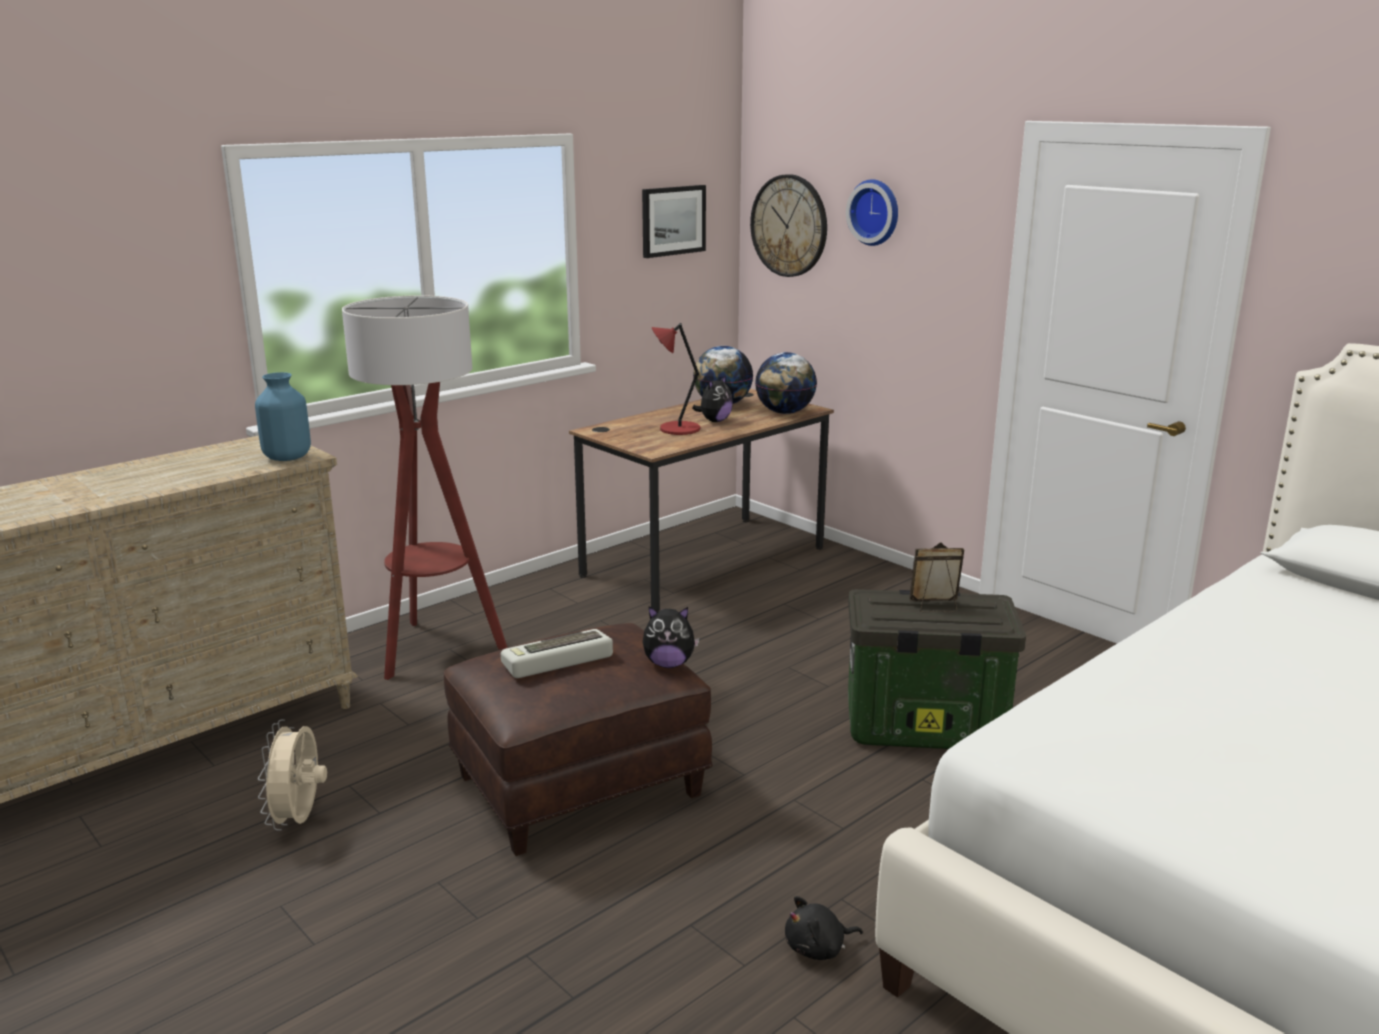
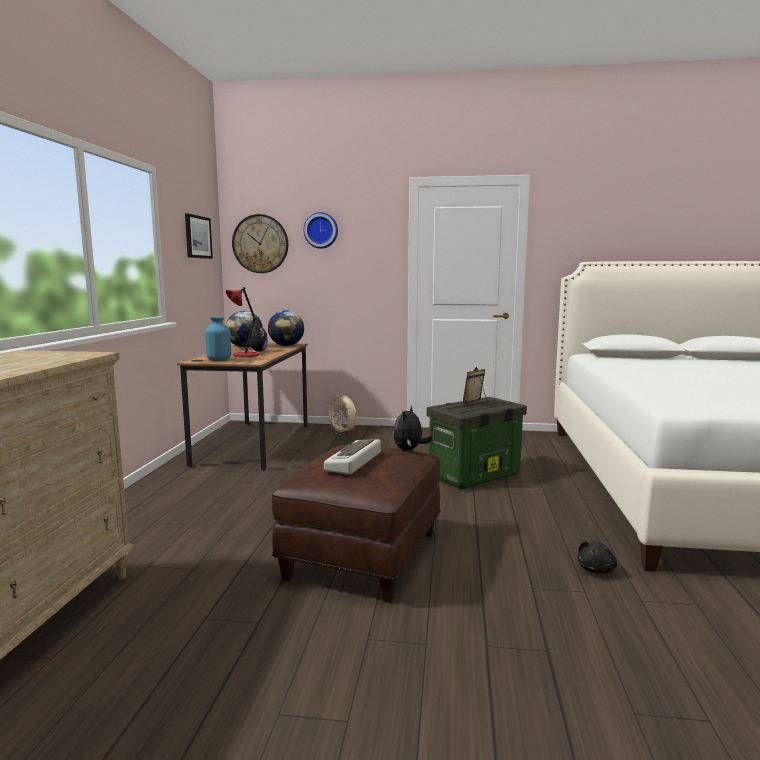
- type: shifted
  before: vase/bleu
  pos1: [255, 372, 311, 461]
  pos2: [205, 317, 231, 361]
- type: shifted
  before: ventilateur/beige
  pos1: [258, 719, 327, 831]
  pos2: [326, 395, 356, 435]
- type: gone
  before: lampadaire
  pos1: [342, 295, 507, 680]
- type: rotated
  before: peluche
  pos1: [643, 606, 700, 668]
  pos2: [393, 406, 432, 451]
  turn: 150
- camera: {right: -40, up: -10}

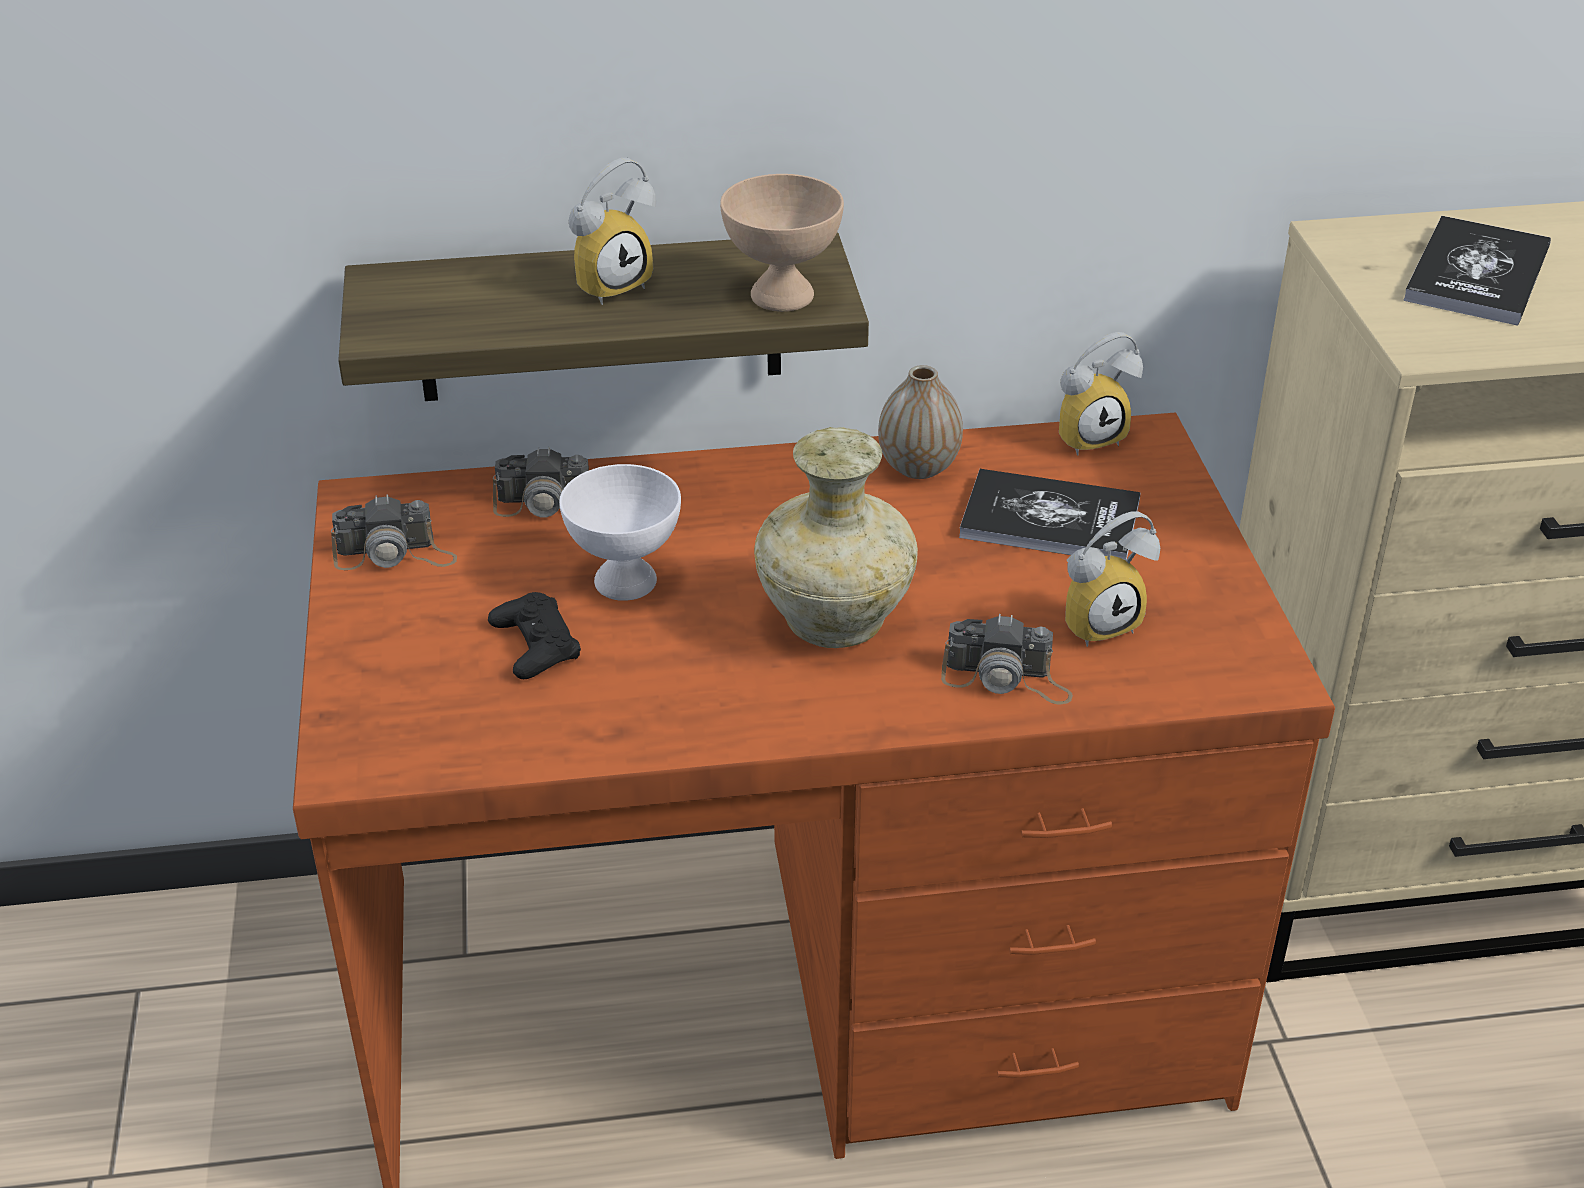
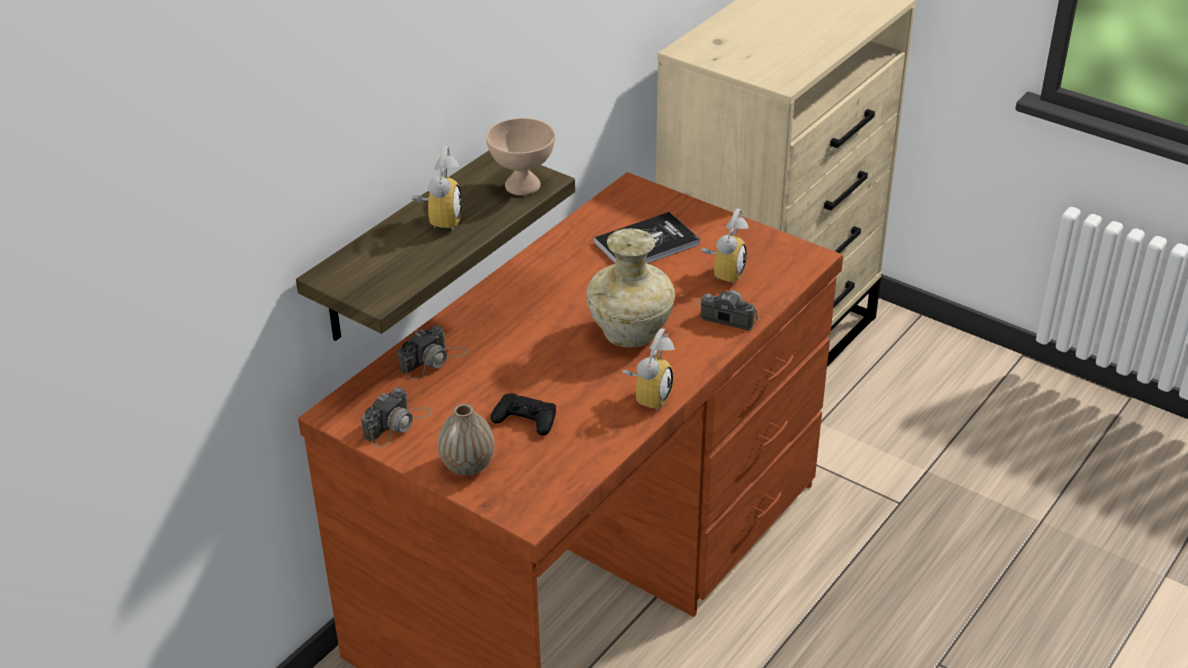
- type: gone
  before: bol/blanc
  pos1: [560, 464, 681, 601]
- type: shifted
  before: vase
  pos1: [878, 365, 963, 479]
  pos2: [438, 404, 494, 476]
- type: rotated
  before: appareil photo
  pos1: [941, 614, 1073, 704]
  pos2: [696, 290, 759, 330]
  turn: -120
- type: shifted
  before: réveil
  pos1: [1059, 332, 1143, 456]
  pos2: [622, 329, 675, 411]
- type: gone
  before: livre
  pos1: [1403, 216, 1551, 326]
- camera: {right: -45, up: 0}

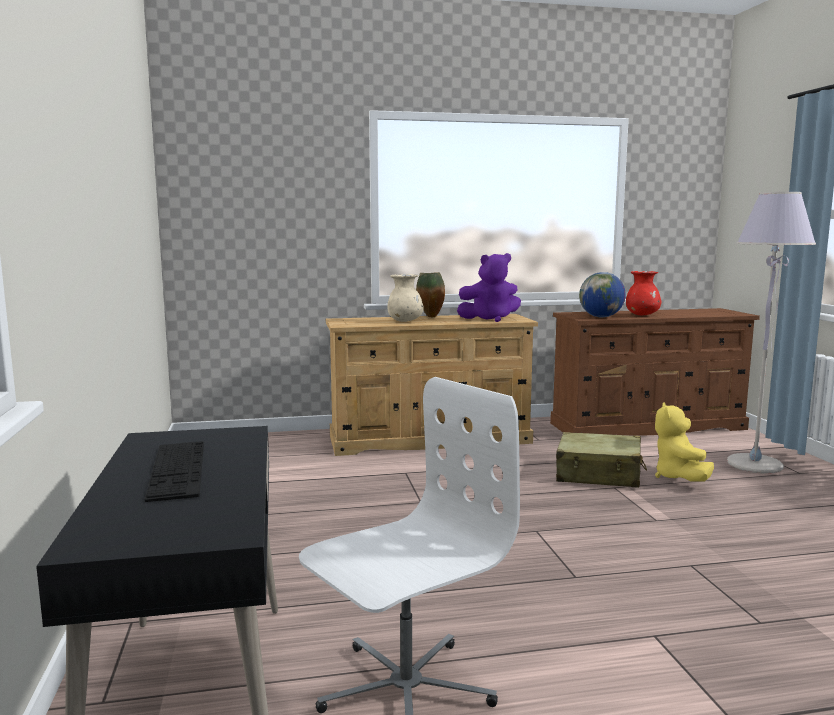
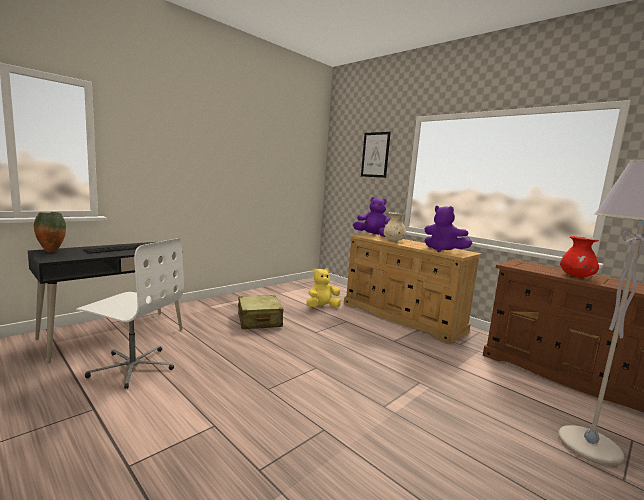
- type: shifted
  before: vase
  pos1: [416, 272, 445, 317]
  pos2: [34, 212, 66, 252]
- type: shifted
  before: valise/beige
  pos1: [556, 432, 647, 488]
  pos2: [237, 295, 283, 329]
- type: gone
  before: globe
  pos1: [579, 272, 626, 317]
- type: shifted
  before: peluche/jaune
  pos1: [655, 402, 714, 482]
  pos2: [306, 268, 341, 307]
- type: new
  after: peluche/violet
  pos2: [353, 197, 390, 237]
- type: new
  after: tableau
  pos2: [361, 132, 391, 178]
- camera: {right: 55, up: 0}

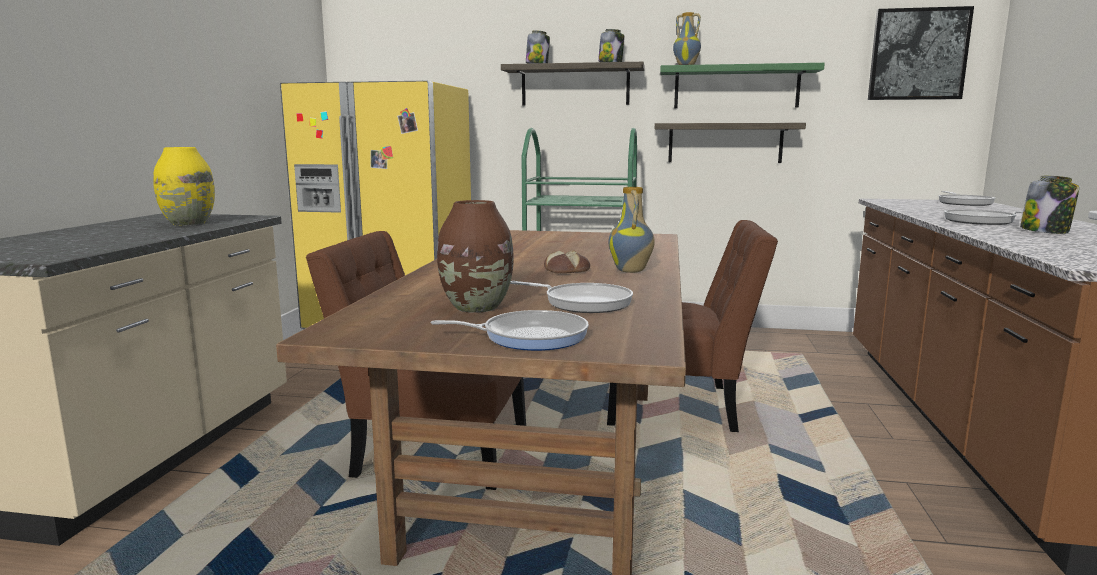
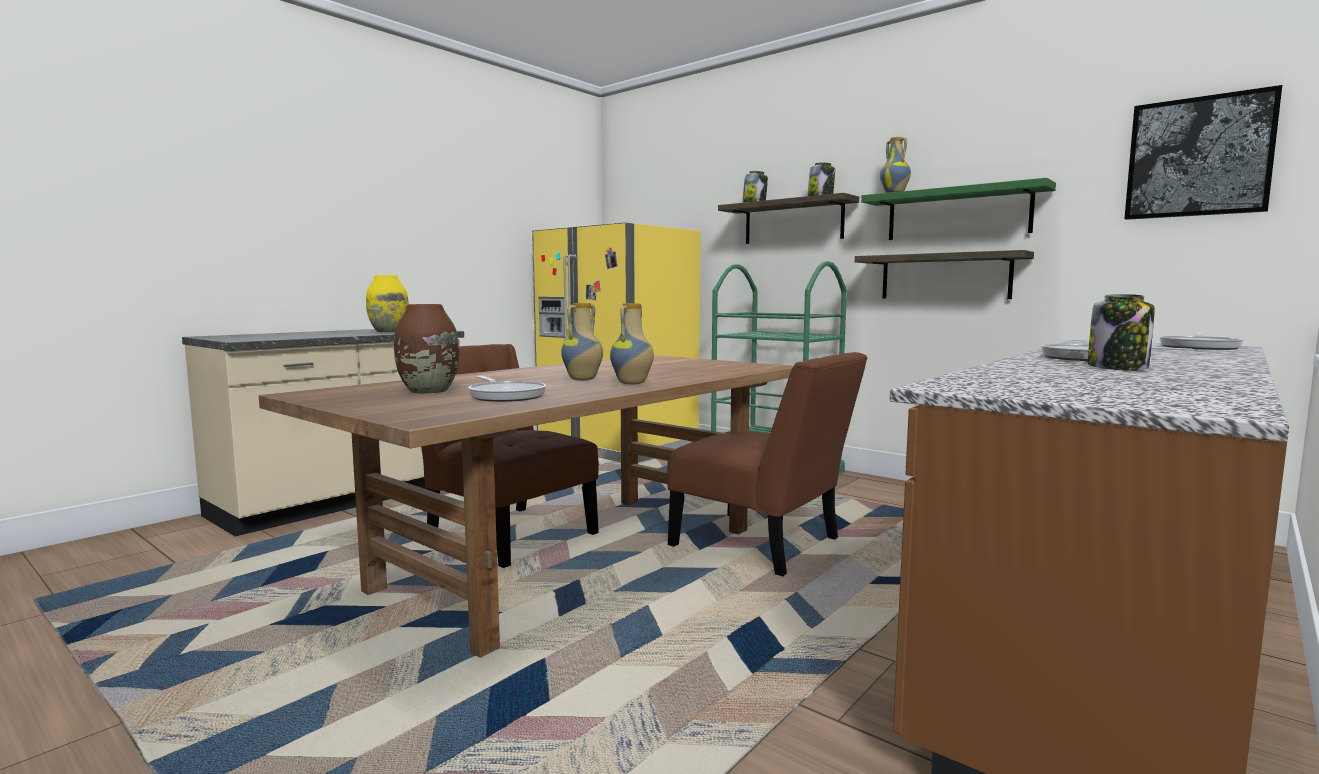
- type: gone
  before: poêle
  pos1: [431, 310, 589, 351]
- type: swapped
  before: pain
  after: vase
  pos1: [544, 250, 590, 273]
  pos2: [561, 303, 603, 380]
- camera: {right: 30, up: -5}

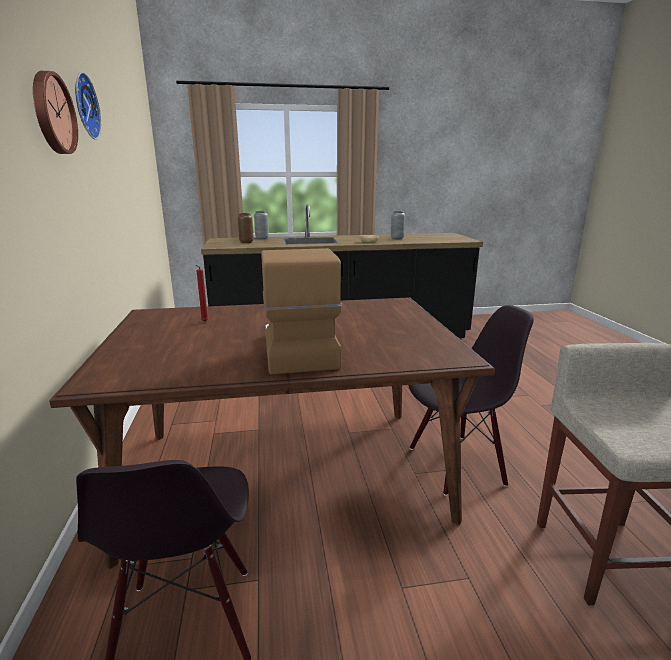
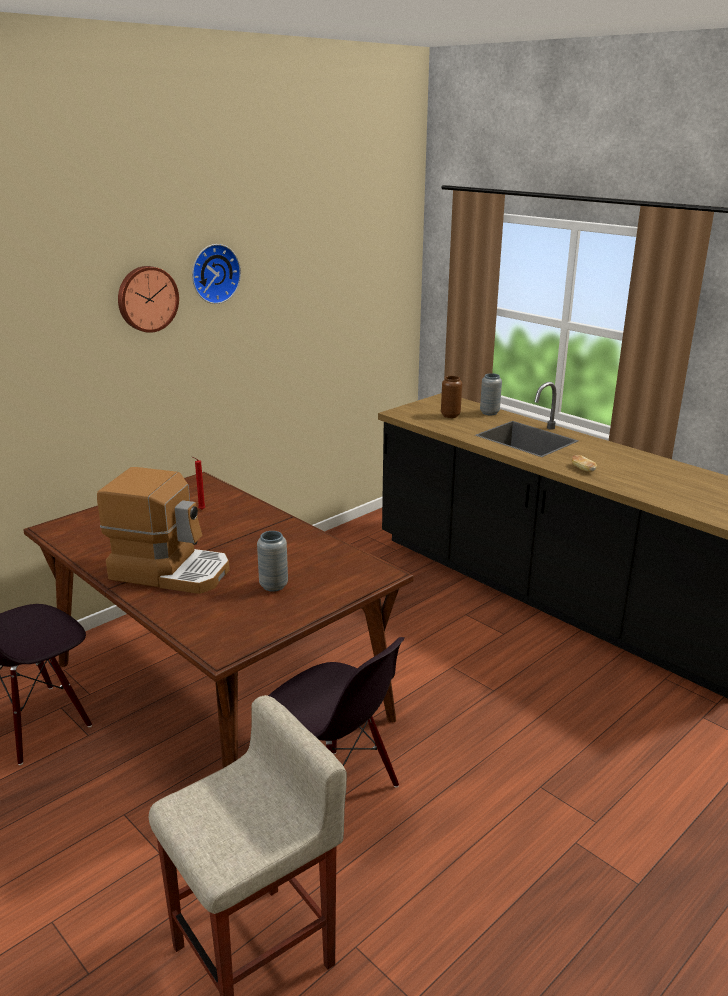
- type: rotated
  before: machine à café
  pos1: [261, 248, 342, 375]
  pos2: [97, 467, 230, 594]
  turn: 60
- type: shifted
  before: vase/gris
  pos1: [391, 211, 405, 239]
  pos2: [257, 531, 288, 592]
- camera: {right: 55, up: 5}

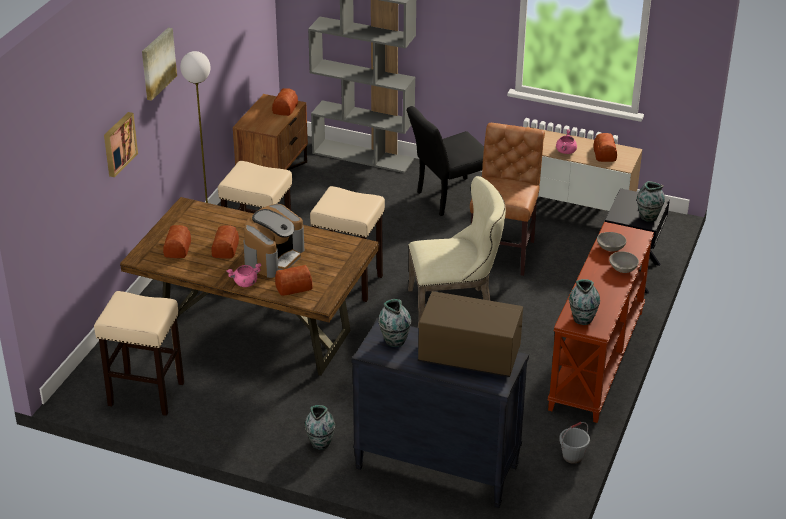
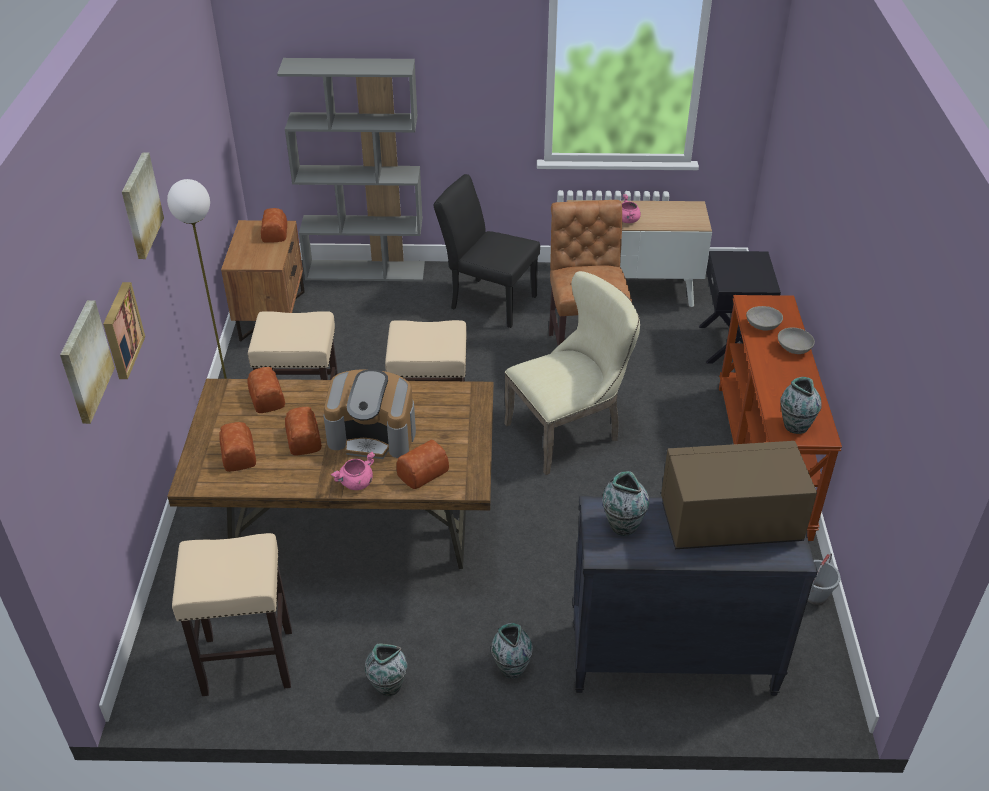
- type: rotated
  before: machine à café
  pos1: [244, 204, 304, 278]
  pos2: [324, 369, 416, 459]
  turn: 90
- type: rotated
  before: chaise/noir
  pos1: [407, 106, 484, 216]
  pos2: [434, 174, 540, 328]
  turn: 75
- type: shifted
  before: pain
  pos1: [593, 133, 617, 162]
  pos2: [247, 367, 285, 413]
- type: shifted
  before: vase
  pos1: [637, 181, 665, 222]
  pos2: [365, 643, 407, 696]
- type: new
  after: tableau
  pos2: [60, 300, 115, 424]
- camera: {right: -20, up: 5}

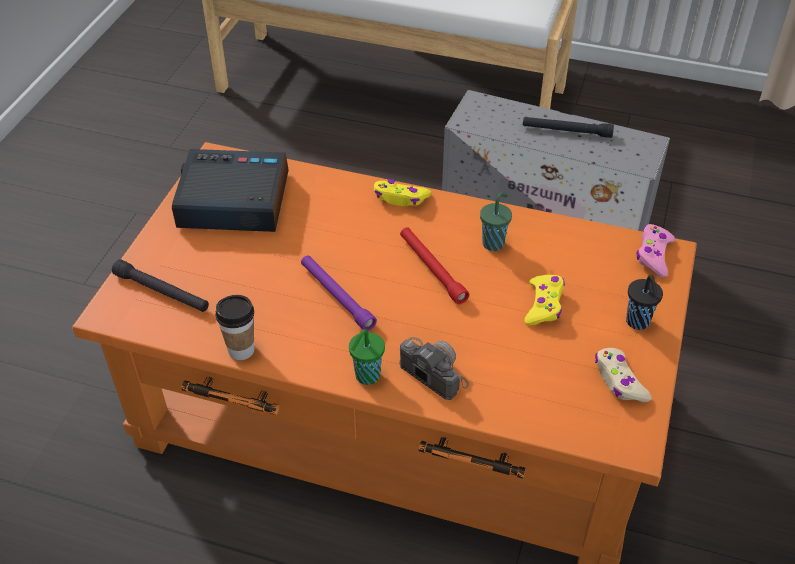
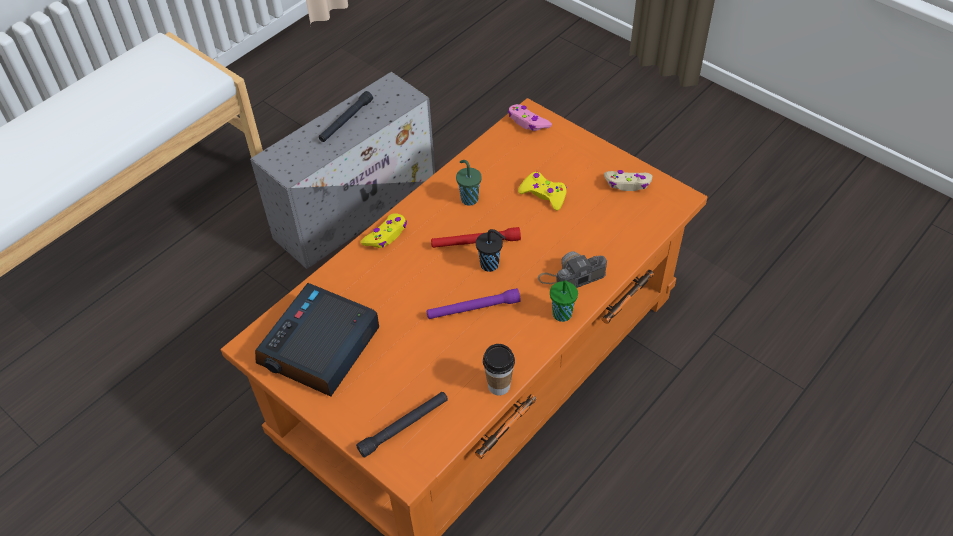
- type: shifted
  before: tasse/noir
  pos1: [626, 275, 663, 330]
  pos2: [476, 229, 505, 272]
- camera: {right: -65, up: 5}

